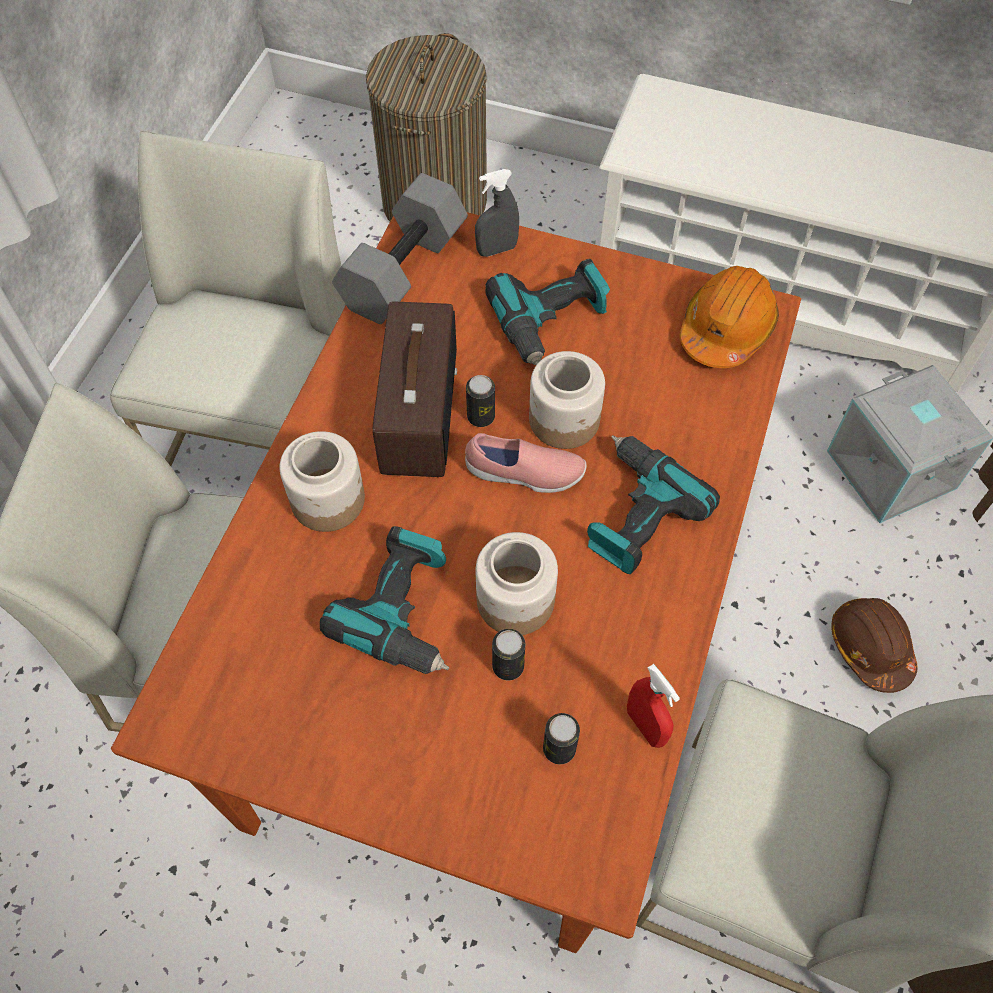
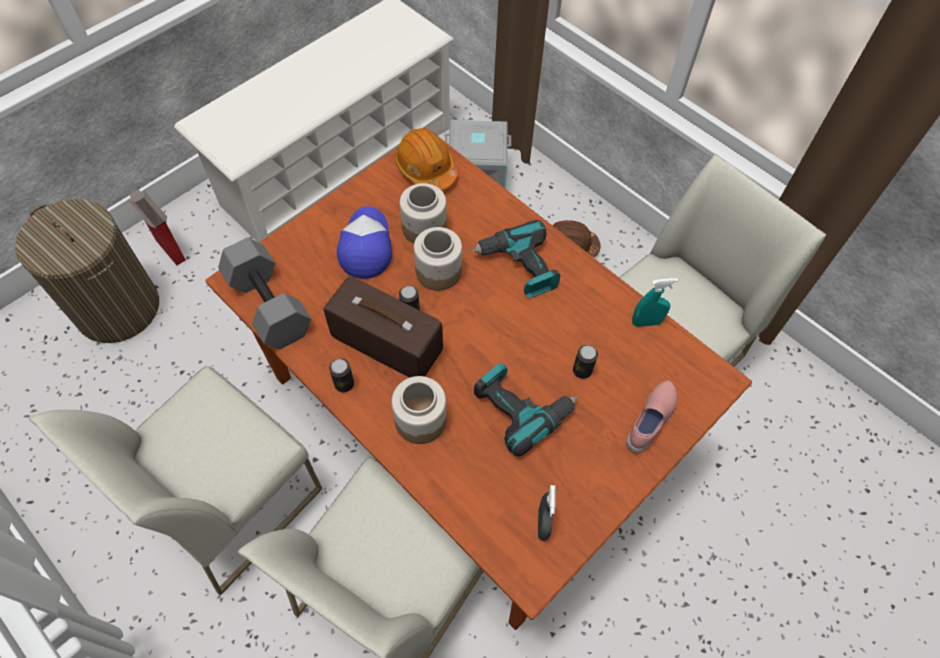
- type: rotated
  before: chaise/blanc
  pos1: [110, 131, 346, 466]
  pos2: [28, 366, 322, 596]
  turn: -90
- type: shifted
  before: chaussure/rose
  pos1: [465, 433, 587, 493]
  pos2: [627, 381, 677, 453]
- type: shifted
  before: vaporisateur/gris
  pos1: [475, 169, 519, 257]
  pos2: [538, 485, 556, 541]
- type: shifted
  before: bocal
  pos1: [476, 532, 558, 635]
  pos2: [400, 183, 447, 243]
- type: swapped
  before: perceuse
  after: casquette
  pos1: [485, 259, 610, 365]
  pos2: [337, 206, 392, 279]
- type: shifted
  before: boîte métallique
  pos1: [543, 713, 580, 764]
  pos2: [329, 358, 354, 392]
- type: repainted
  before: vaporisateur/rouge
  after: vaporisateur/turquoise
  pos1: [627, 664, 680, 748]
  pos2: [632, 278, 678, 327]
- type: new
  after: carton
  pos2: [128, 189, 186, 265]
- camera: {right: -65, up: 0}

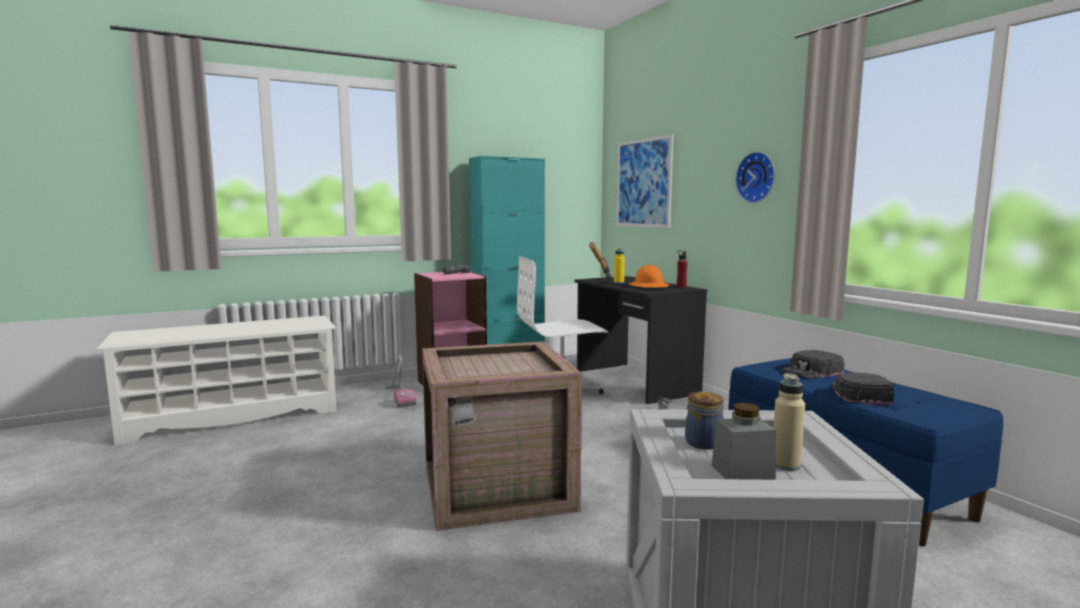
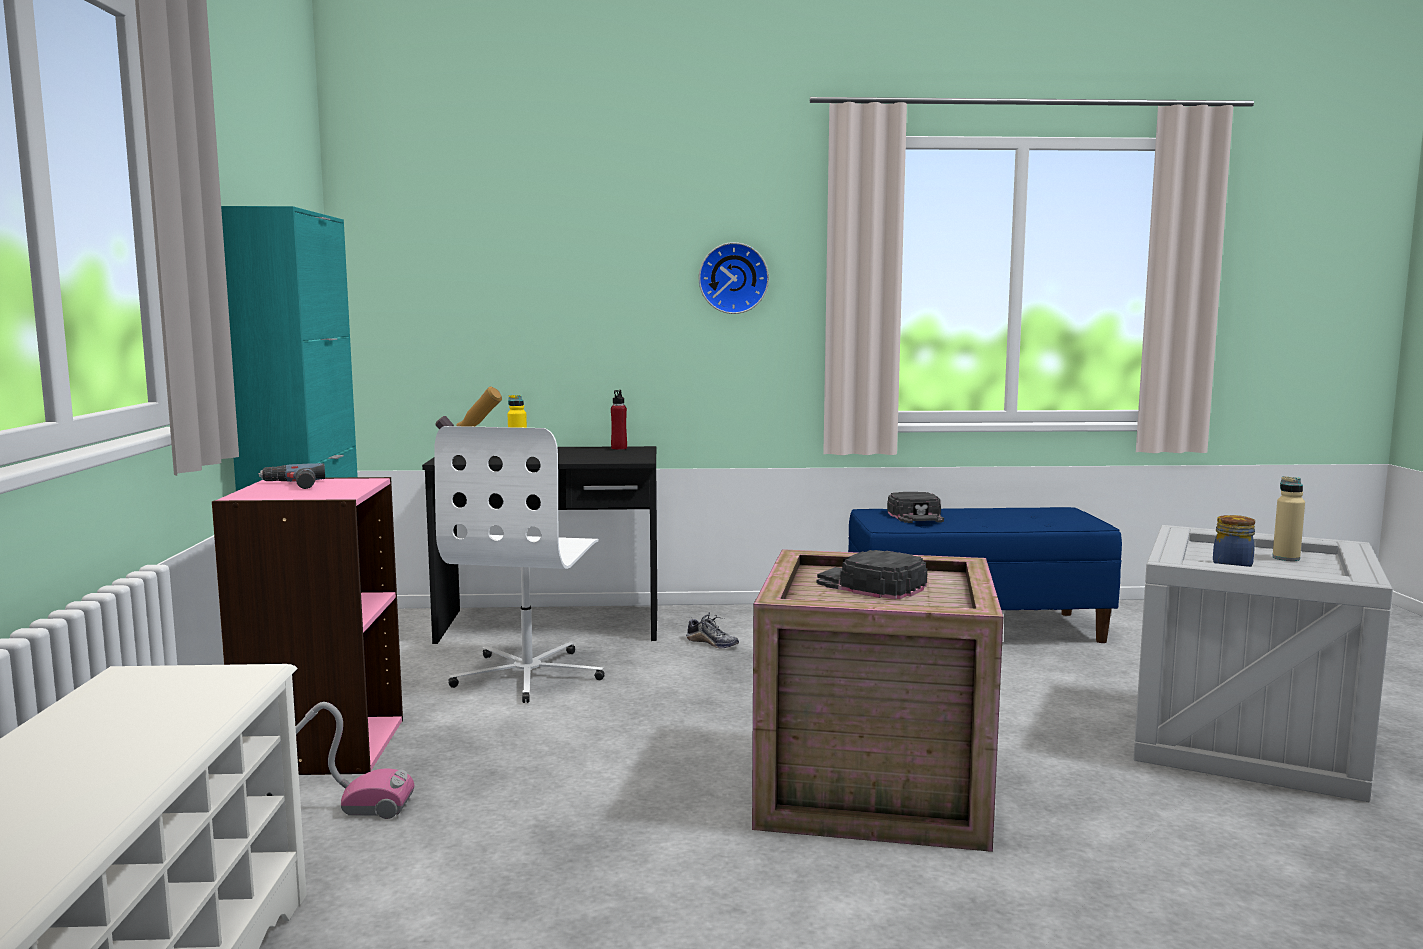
- type: gone
  before: tableau
  pos1: [616, 134, 674, 228]
- type: gone
  before: casque de chantier/orange
  pos1: [628, 265, 670, 288]
- type: gone
  before: bocal/gris
  pos1: [712, 403, 776, 480]
- type: shifted
  before: casquette/noir
  pos1: [832, 372, 895, 405]
  pos2: [817, 550, 927, 599]
- camera: {right: -65, up: 0}

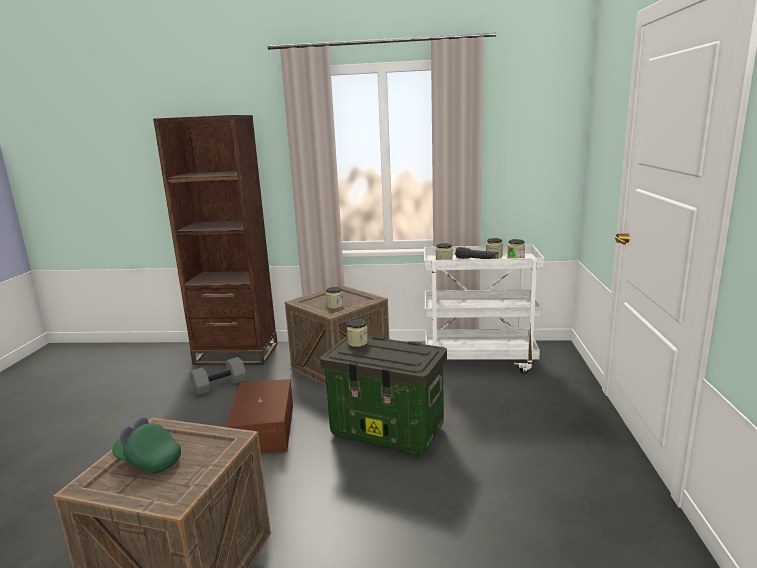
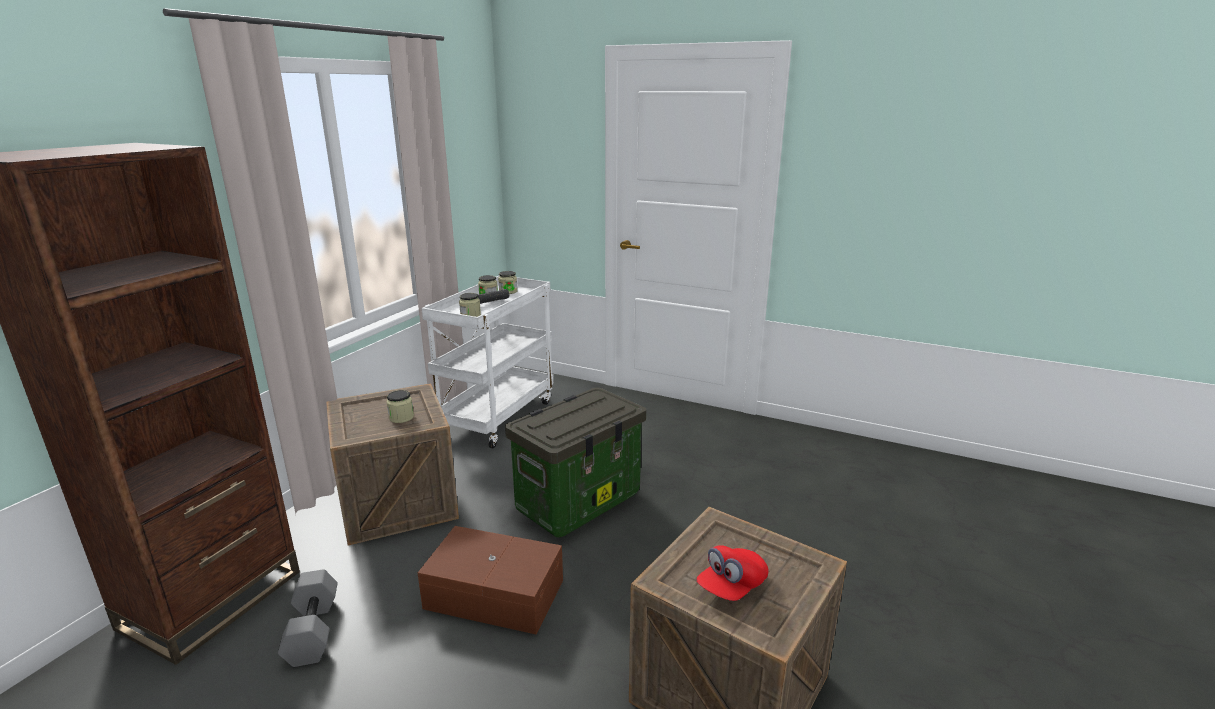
- type: repainted
  before: casquette/vert
  after: casquette/rouge
  pos1: [112, 417, 181, 473]
  pos2: [696, 545, 768, 601]
- type: gone
  before: bocal
  pos1: [347, 320, 368, 347]
- camera: {right: -70, up: 5}

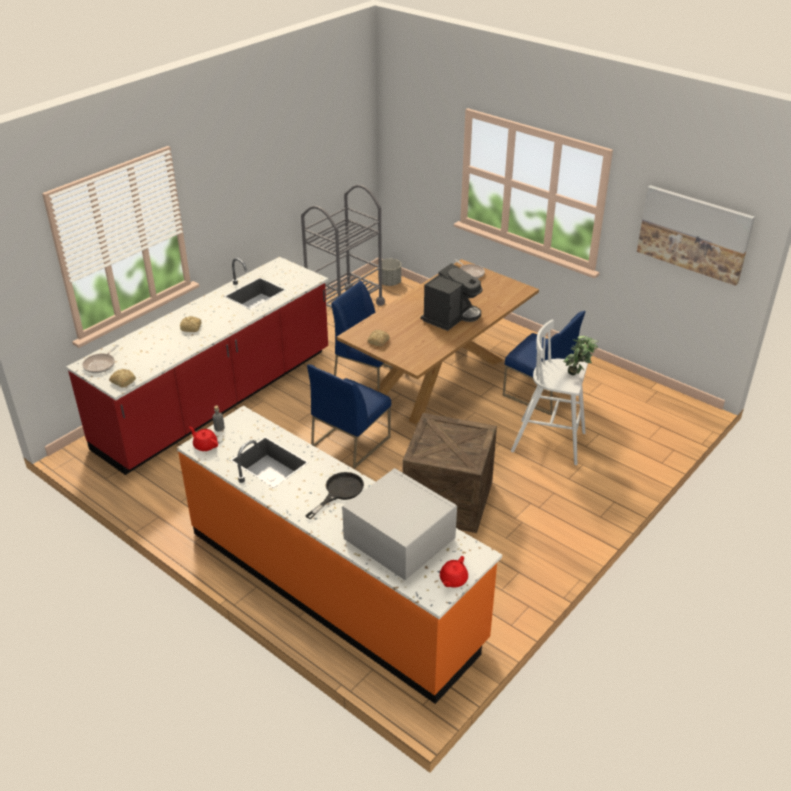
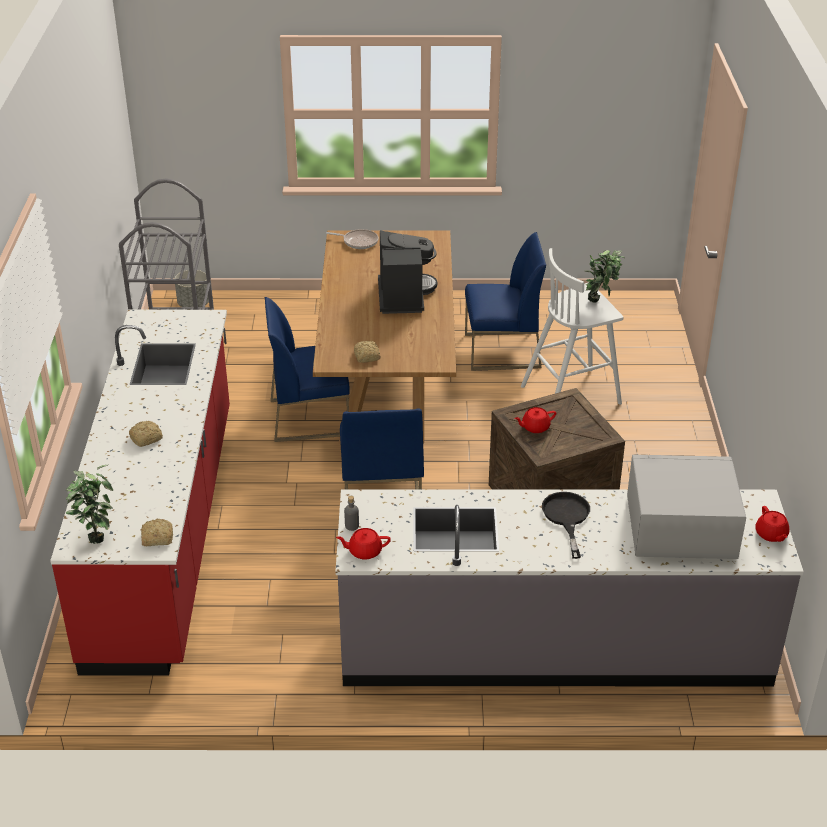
- type: swapped
  before: poêle
  after: plante en pot
  pos1: [82, 345, 119, 373]
  pos2: [66, 465, 113, 544]
- type: repainted
  before: comptoir de cuisine/orange
  after: comptoir de cuisine/gris
  pos1: [177, 406, 502, 704]
  pos2: [336, 490, 804, 686]
- type: gone
  before: tableau
  pos1: [637, 185, 755, 286]
- type: new
  after: théière/rouge
  pos2: [514, 407, 556, 433]
- camera: {right: -40, up: 0}

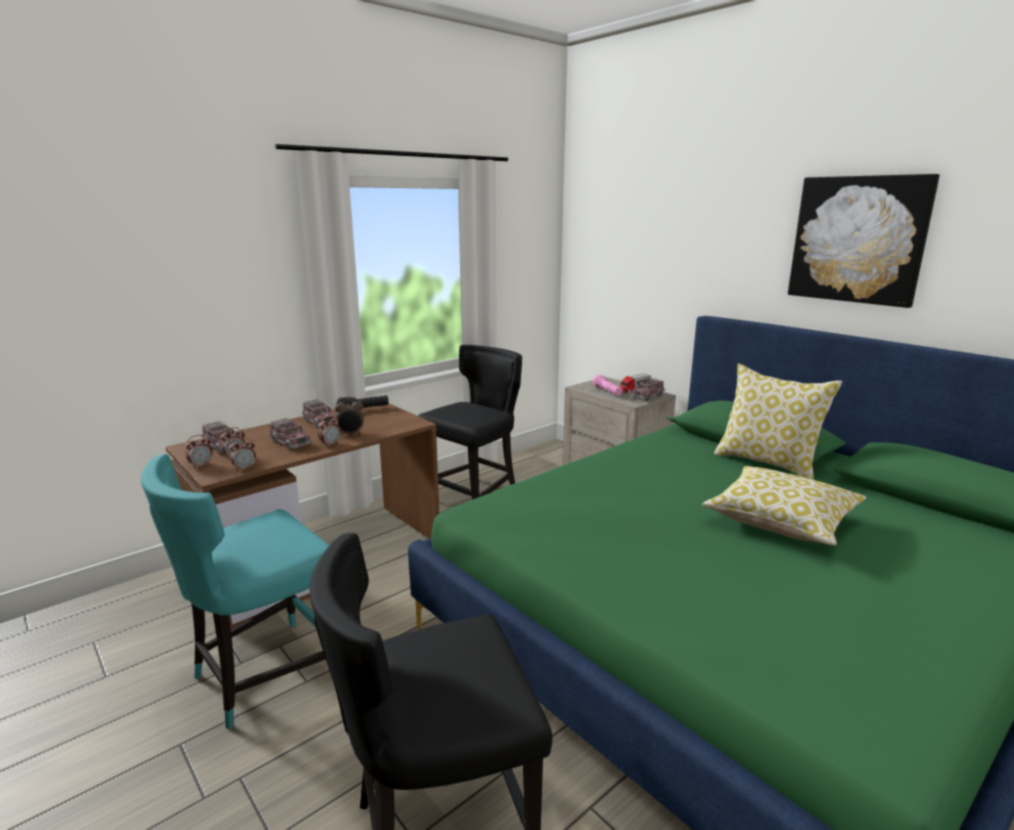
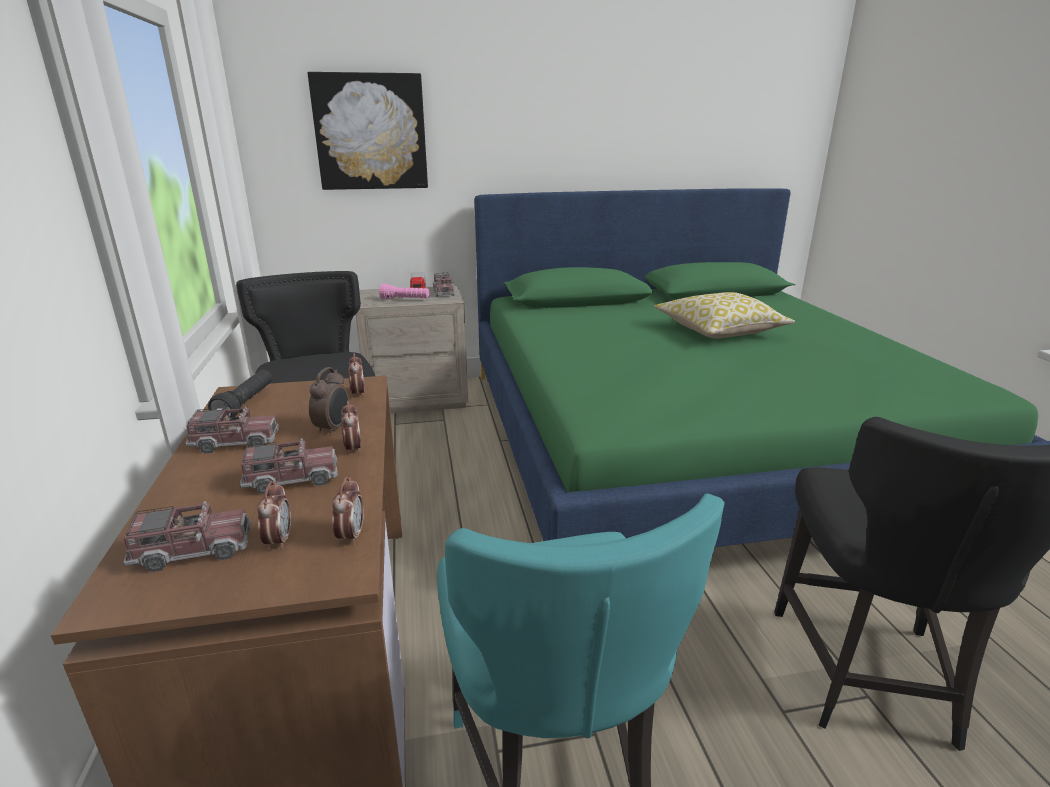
- type: shifted
  before: réveil
  pos1: [185, 435, 213, 469]
  pos2: [348, 353, 365, 397]
- type: gone
  before: coussin
  pos1: [714, 363, 842, 480]
- type: shifted
  before: tableau
  pos1: [788, 174, 940, 308]
  pos2: [308, 72, 428, 190]
- camera: {right: -60, up: 5}

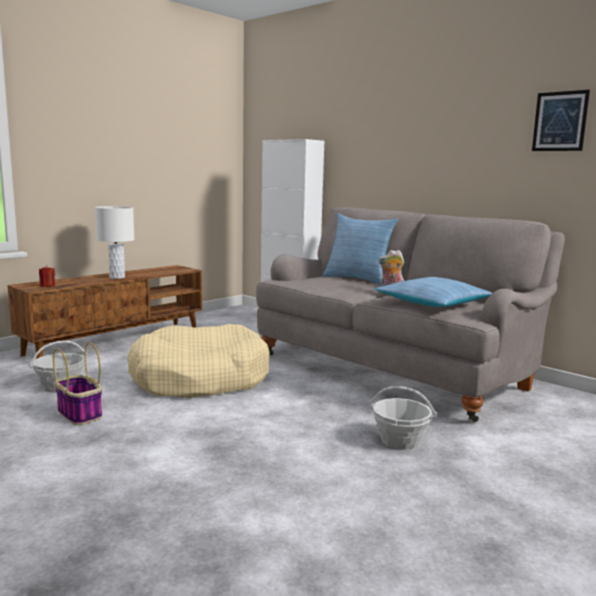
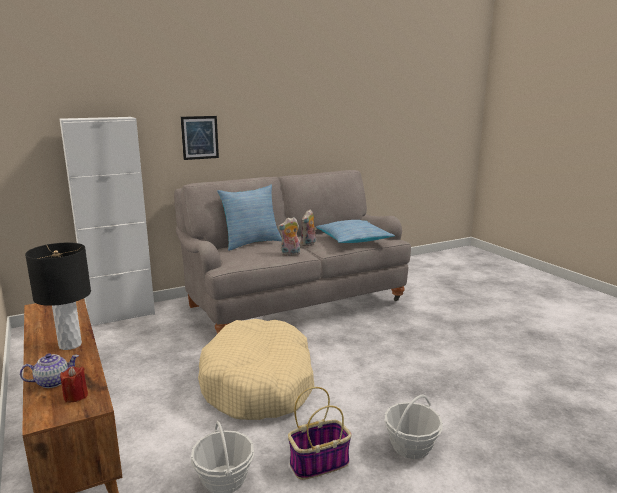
- type: repainted
  before: lampe de table/blanc
  after: lampe de table/noir
  pos1: [95, 206, 135, 279]
  pos2: [25, 243, 91, 350]
- type: shifted
  before: panier
  pos1: [369, 386, 437, 450]
  pos2: [384, 394, 443, 459]
- type: shifted
  before: tableau
  pos1: [532, 90, 590, 151]
  pos2: [181, 116, 219, 160]
- type: new
  after: théière
  pos2: [20, 353, 79, 388]
- type: new
  after: peluche
  pos2: [278, 217, 300, 256]
- camera: {right: -70, up: 5}

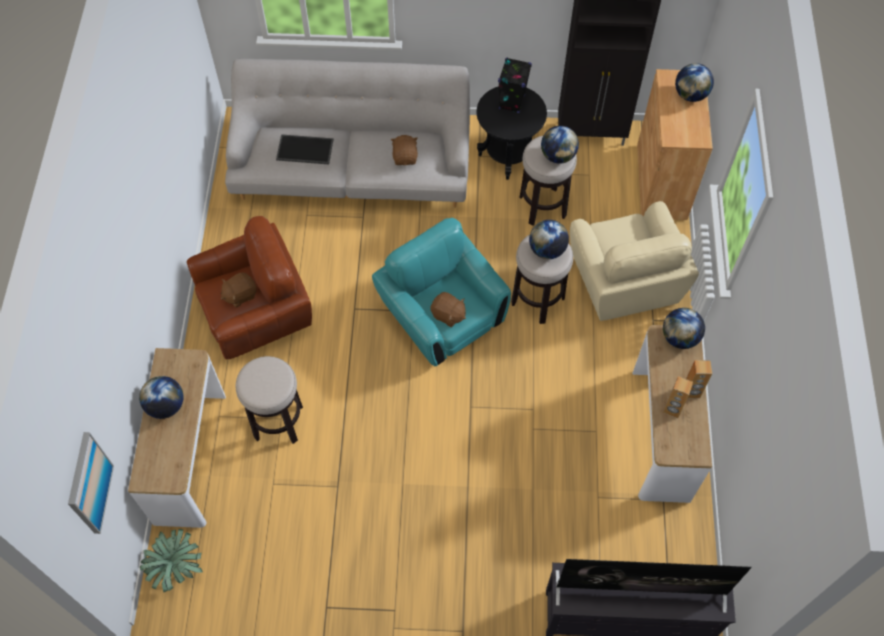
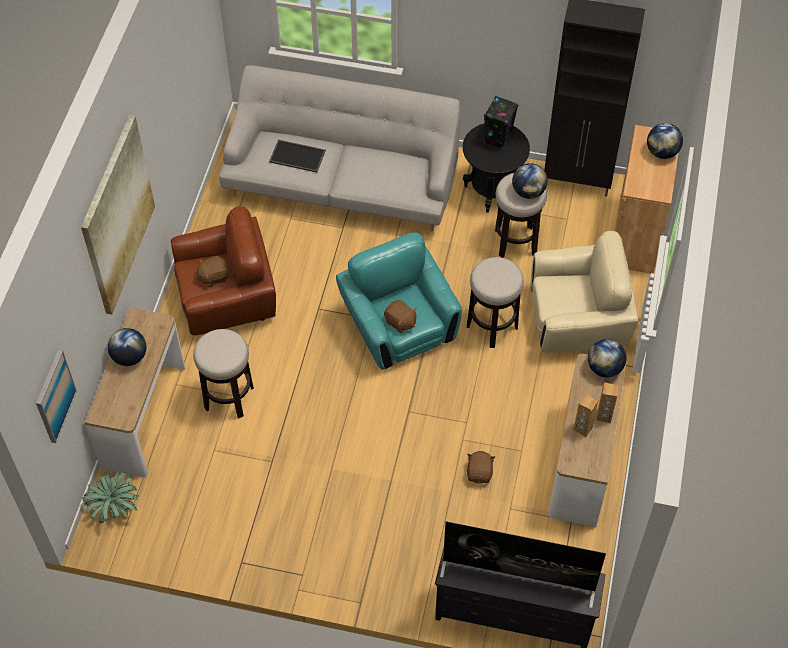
- type: shifted
  before: peluche/marron
  pos1: [391, 135, 418, 165]
  pos2: [467, 451, 495, 484]
- type: gone
  before: globe
  pos1: [529, 220, 569, 259]
- type: rotated
  before: fauteuil/beige
  pos1: [570, 201, 699, 321]
  pos2: [531, 231, 638, 353]
  turn: -90
- type: new
  after: tableau
  pos2: [81, 115, 155, 315]
- camera: {right: 10, up: -5}

